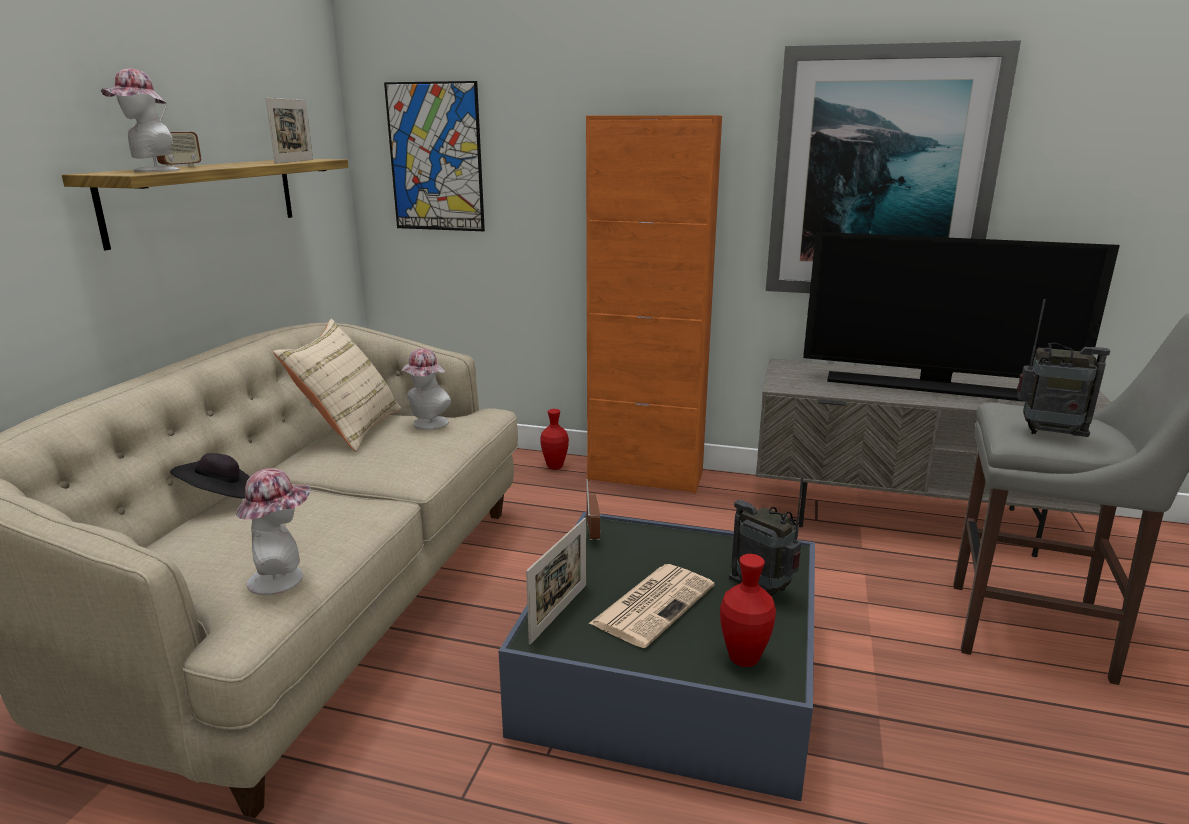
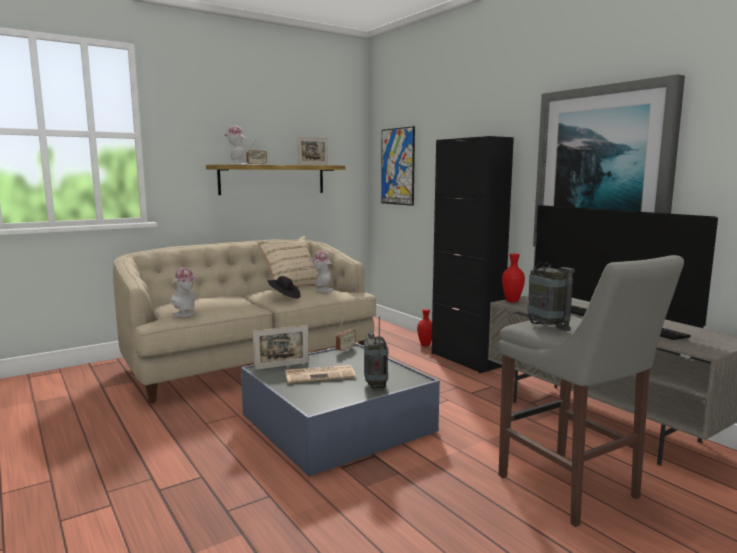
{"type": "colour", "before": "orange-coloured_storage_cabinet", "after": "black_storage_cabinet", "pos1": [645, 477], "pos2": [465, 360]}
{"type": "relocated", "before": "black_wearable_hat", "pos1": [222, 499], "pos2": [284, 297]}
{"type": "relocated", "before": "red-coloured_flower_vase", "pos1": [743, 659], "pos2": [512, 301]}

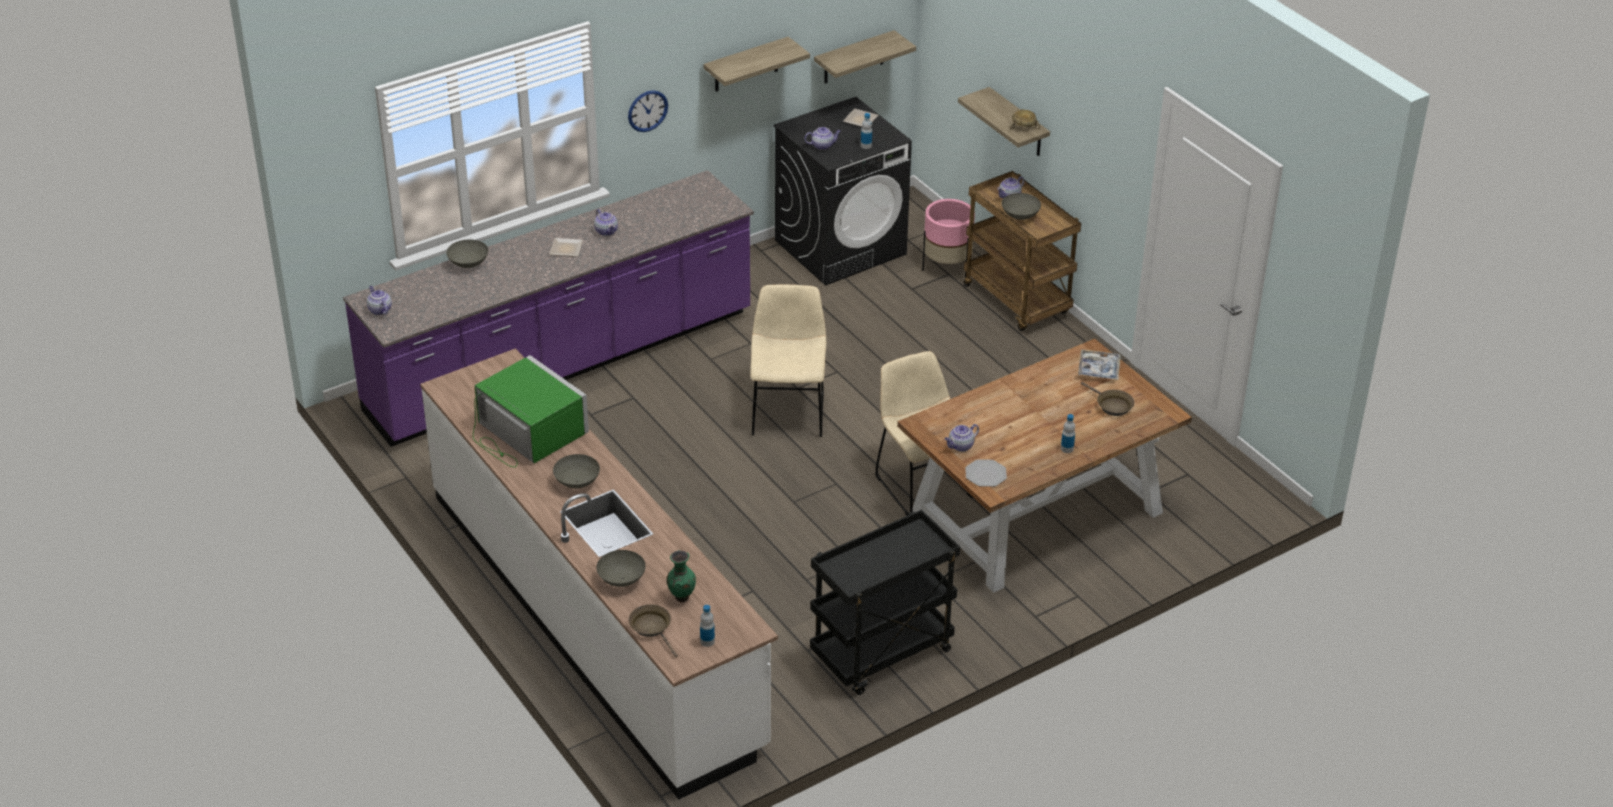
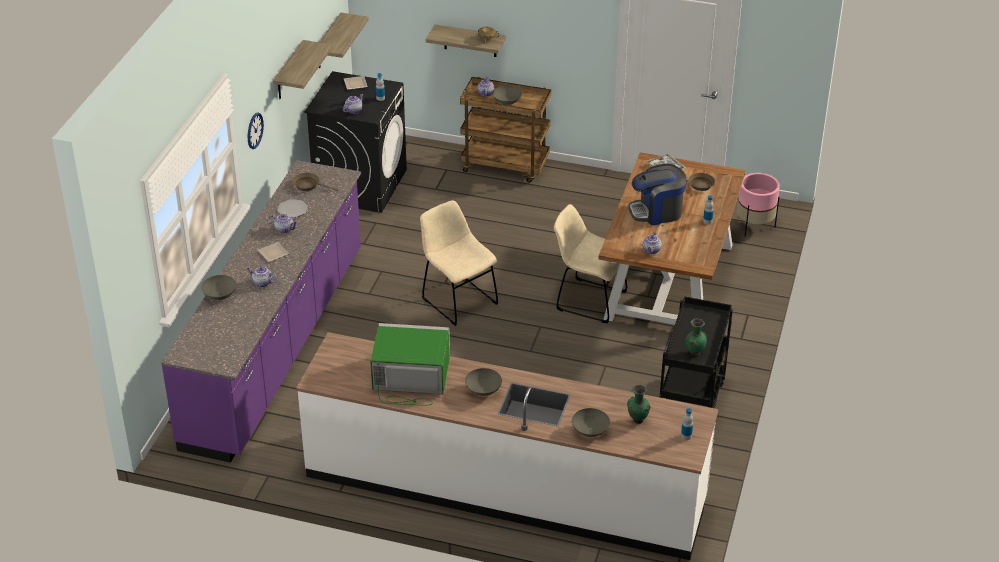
{"type": "relocated", "before": "pink-coloured_flower_pot", "pos1": [946, 267], "pos2": [754, 226]}
{"type": "relocated", "before": "pot_for_tea", "pos1": [379, 310], "pos2": [262, 283]}
{"type": "relocated", "before": "flat_dish", "pos1": [985, 474], "pos2": [292, 209]}
{"type": "relocated", "before": "brownish_frying_pan", "pos1": [652, 628], "pos2": [308, 185]}
{"type": "appeared", "after": "coffee_maker", "pos2": [657, 212]}
{"type": "appeared", "after": "greenish_flower_vase", "pos2": [694, 353]}

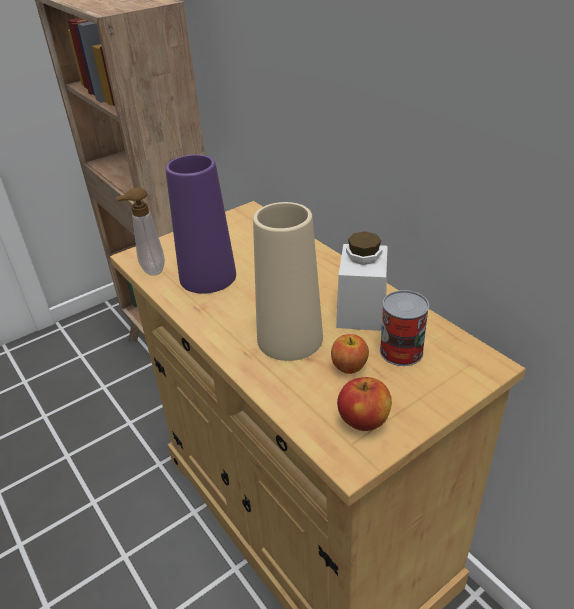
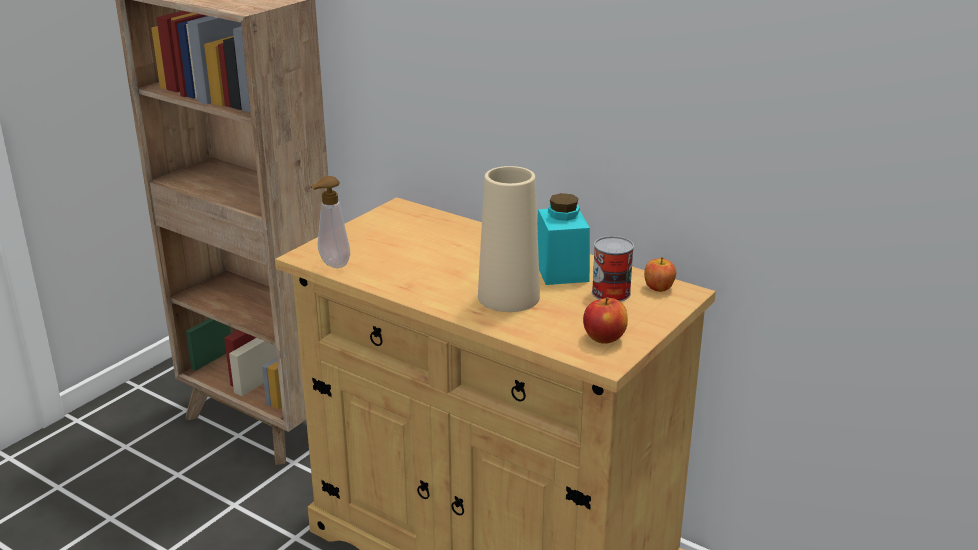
{"type": "missing", "before": "purple_flower_vase", "pos1": [208, 276]}
{"type": "colour", "before": "white-coloured_storage_jar", "after": "turquoise_storage_jar", "pos1": [362, 310], "pos2": [561, 270]}
{"type": "relocated", "before": "apple", "pos1": [349, 366], "pos2": [659, 288]}

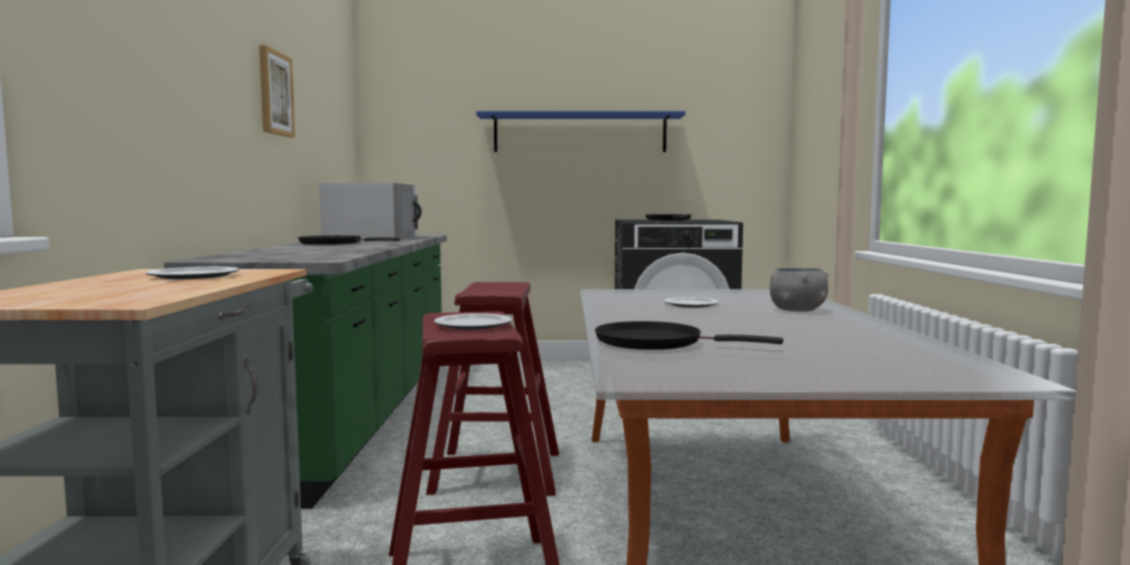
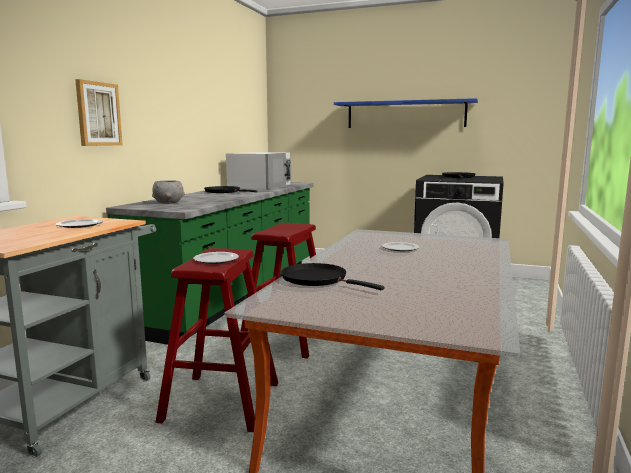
{"type": "relocated", "before": "wall_picture", "pos1": [274, 93], "pos2": [98, 114]}
{"type": "relocated", "before": "grey_serving_bowl", "pos1": [798, 310], "pos2": [168, 203]}

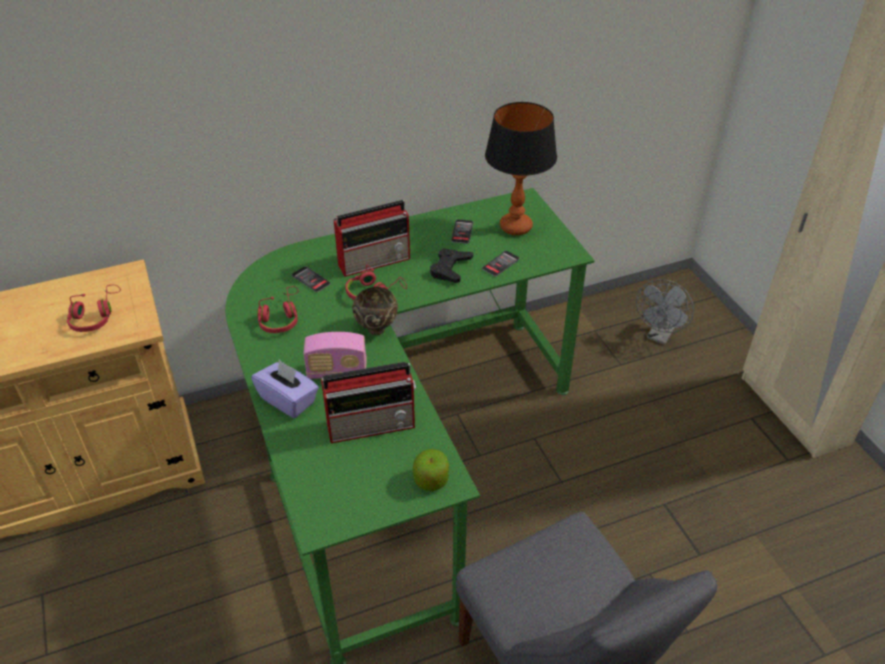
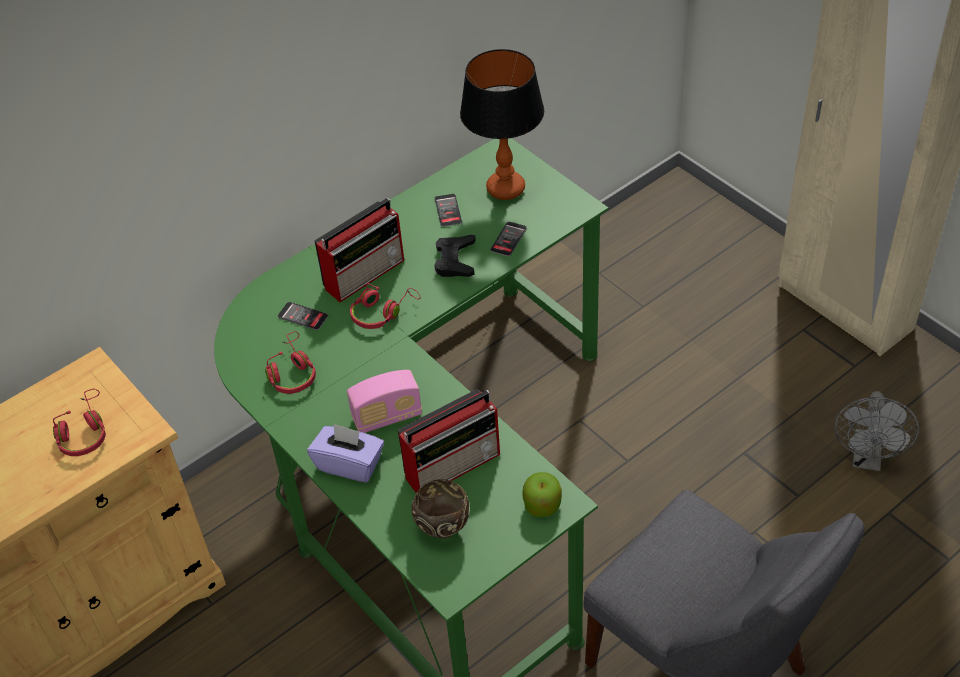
{"type": "relocated", "before": "grey_fan", "pos1": [659, 336], "pos2": [867, 458]}
{"type": "relocated", "before": "brownish_serving_bowl", "pos1": [376, 328], "pos2": [443, 528]}

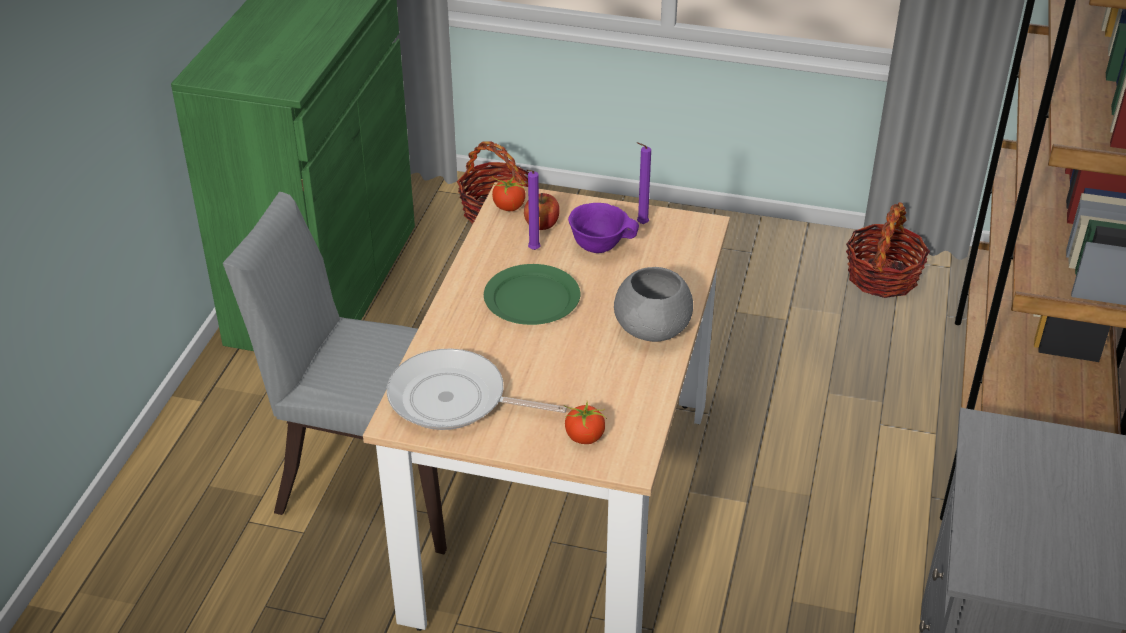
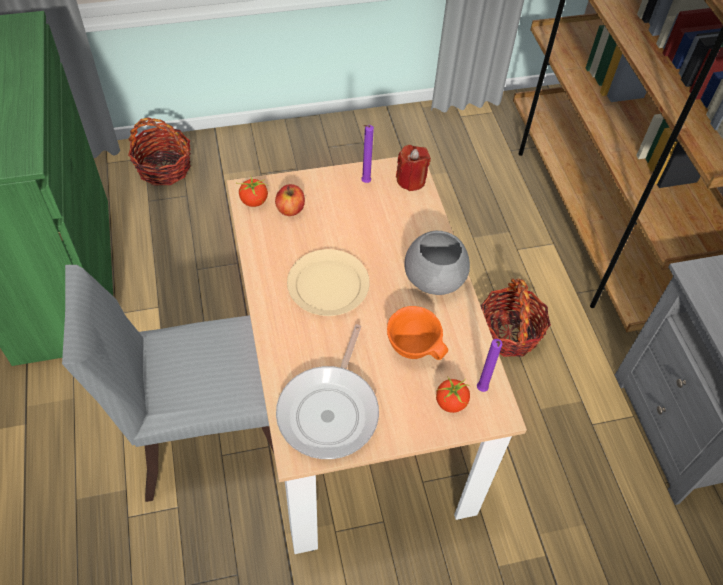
{"type": "relocated", "before": "purple_candle", "pos1": [532, 251], "pos2": [481, 390]}
{"type": "relocated", "before": "household_basket", "pos1": [882, 277], "pos2": [509, 333]}
{"type": "missing", "before": "purple_serving_bowl", "pos1": [599, 246]}
{"type": "colour", "before": "greenish_flat_dish", "after": "sand-coloured_flat_dish", "pos1": [532, 299], "pos2": [328, 285]}
{"type": "spun", "before": "frying_pan", "pos1": [454, 400], "pos2": [330, 410], "turn": -60}
{"type": "appeared", "after": "red-coloured_candle", "pos2": [411, 180]}
{"type": "appeared", "after": "orange-coloured_serving_bowl", "pos2": [414, 346]}

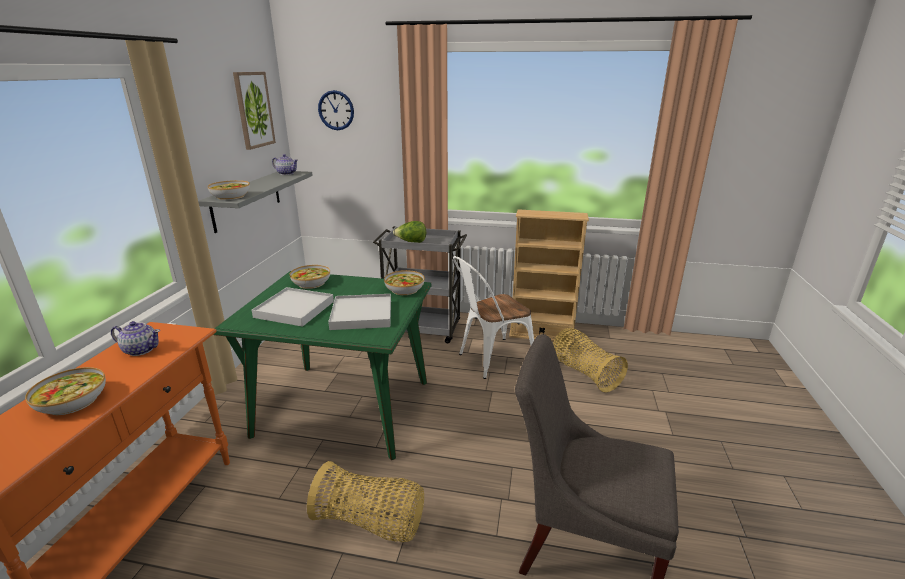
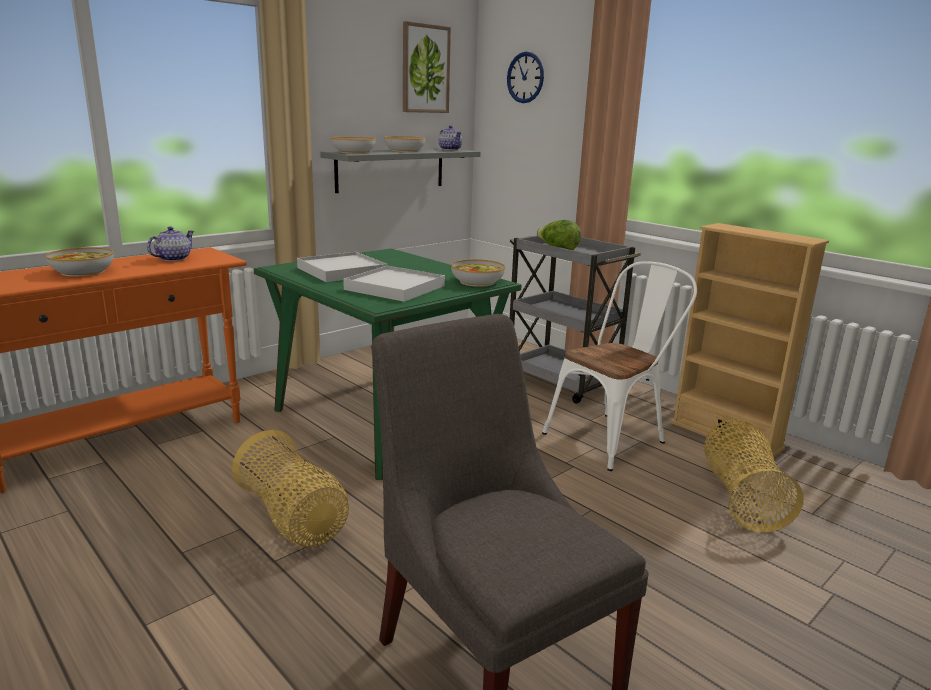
{"type": "spun", "before": "white-coloured_chair", "pos1": [490, 360], "pos2": [612, 436], "turn": 135}
{"type": "relocated", "before": "serving_bowl", "pos1": [311, 283], "pos2": [404, 150]}
{"type": "spun", "before": "pot_for_tea", "pos1": [141, 350], "pos2": [173, 259], "turn": -105}

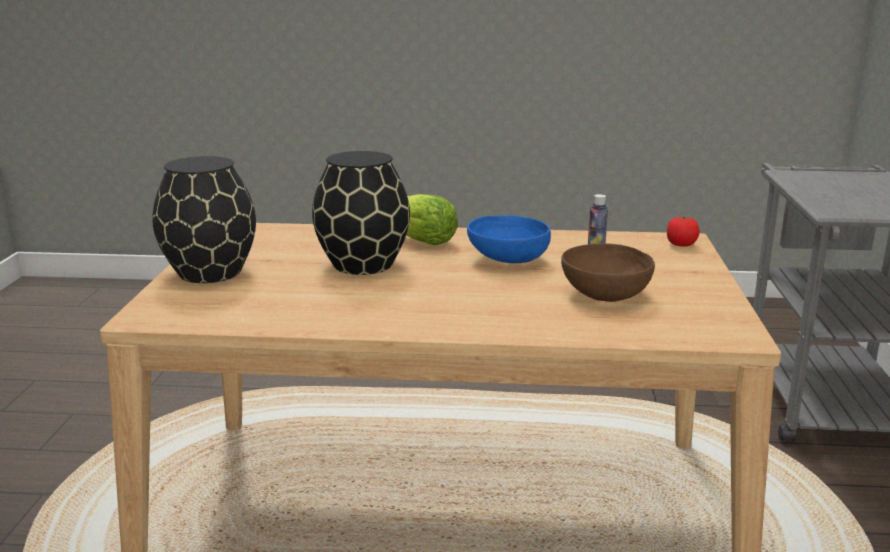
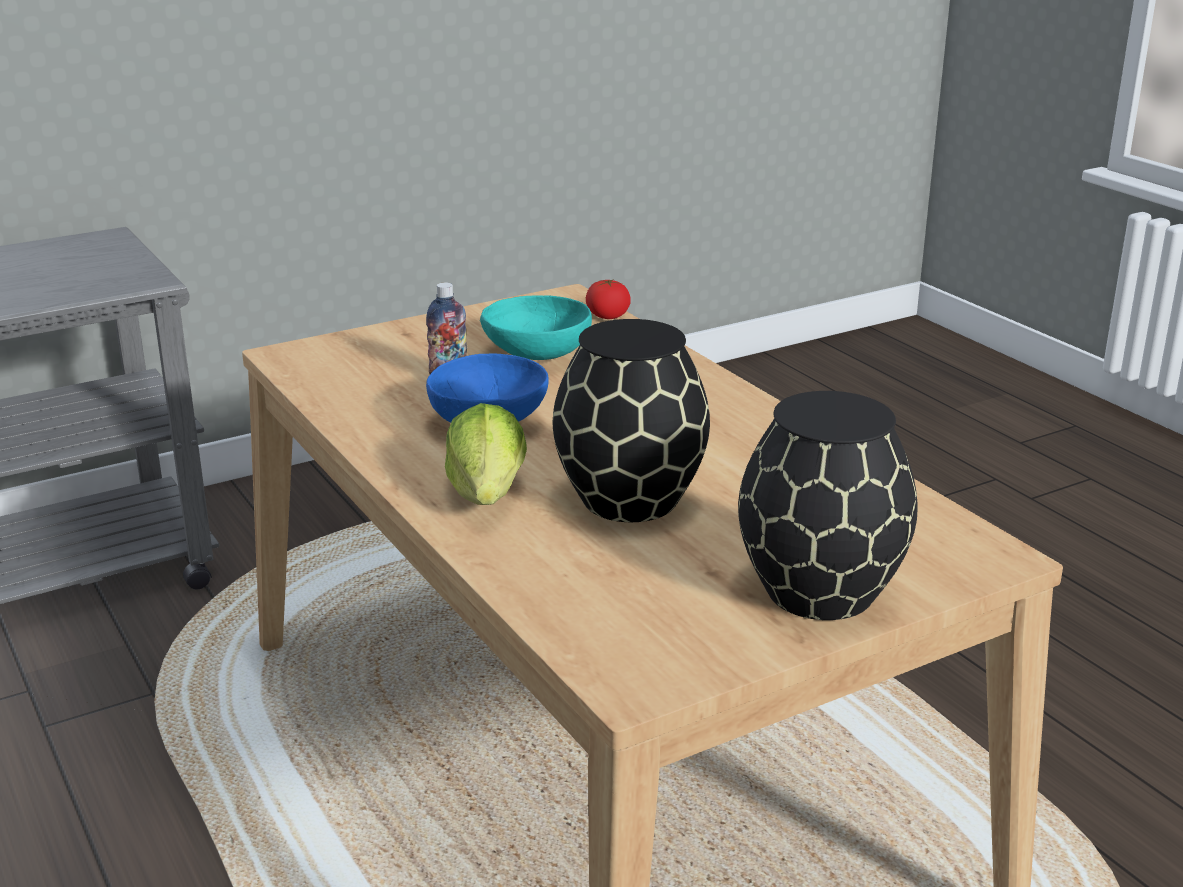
{"type": "relocated", "before": "tomato", "pos1": [681, 244], "pos2": [607, 316]}
{"type": "colour", "before": "brownish_serving_bowl", "after": "turquoise_serving_bowl", "pos1": [604, 294], "pos2": [536, 356]}

